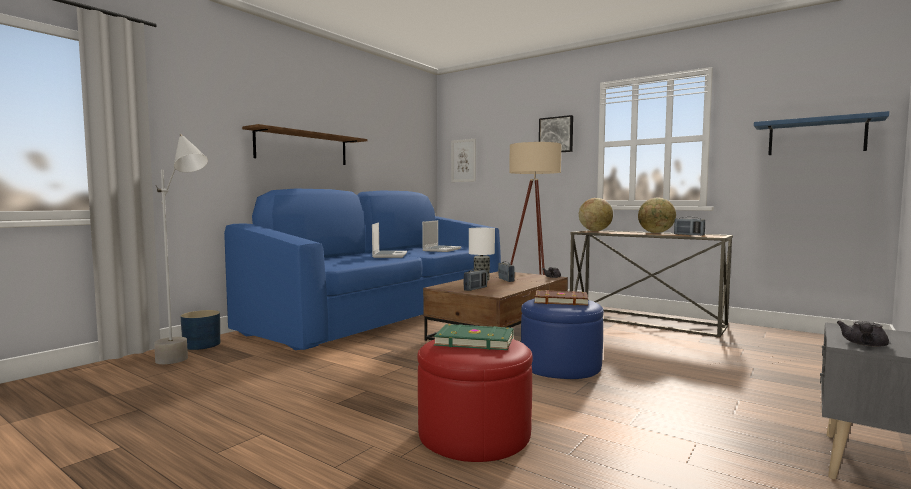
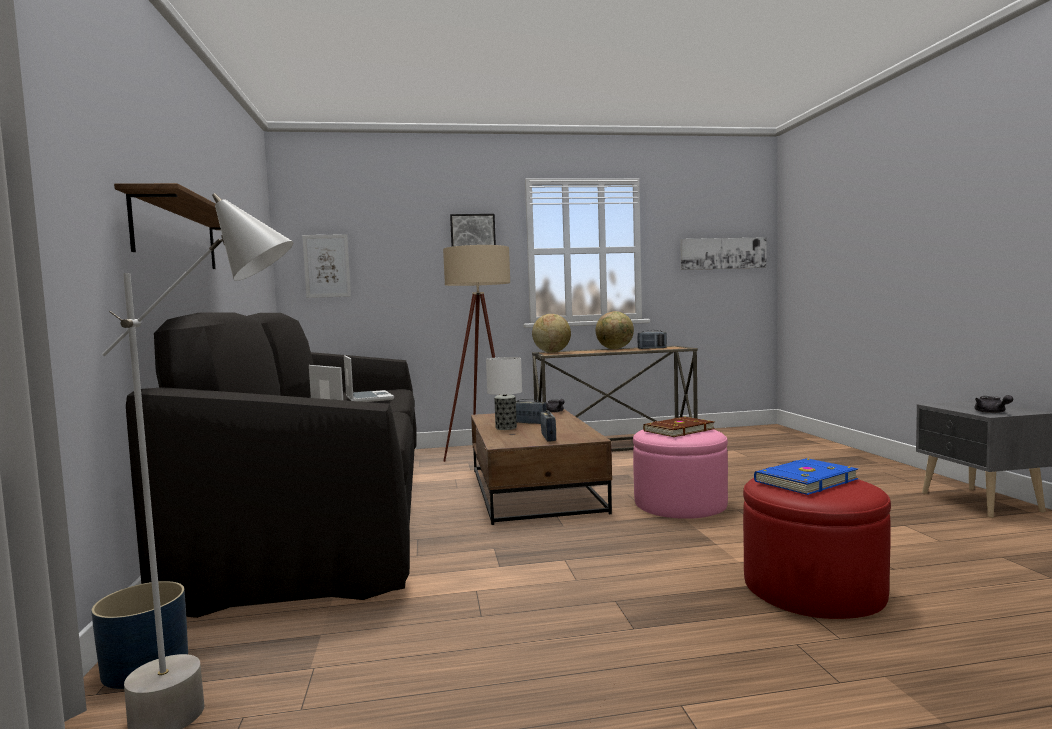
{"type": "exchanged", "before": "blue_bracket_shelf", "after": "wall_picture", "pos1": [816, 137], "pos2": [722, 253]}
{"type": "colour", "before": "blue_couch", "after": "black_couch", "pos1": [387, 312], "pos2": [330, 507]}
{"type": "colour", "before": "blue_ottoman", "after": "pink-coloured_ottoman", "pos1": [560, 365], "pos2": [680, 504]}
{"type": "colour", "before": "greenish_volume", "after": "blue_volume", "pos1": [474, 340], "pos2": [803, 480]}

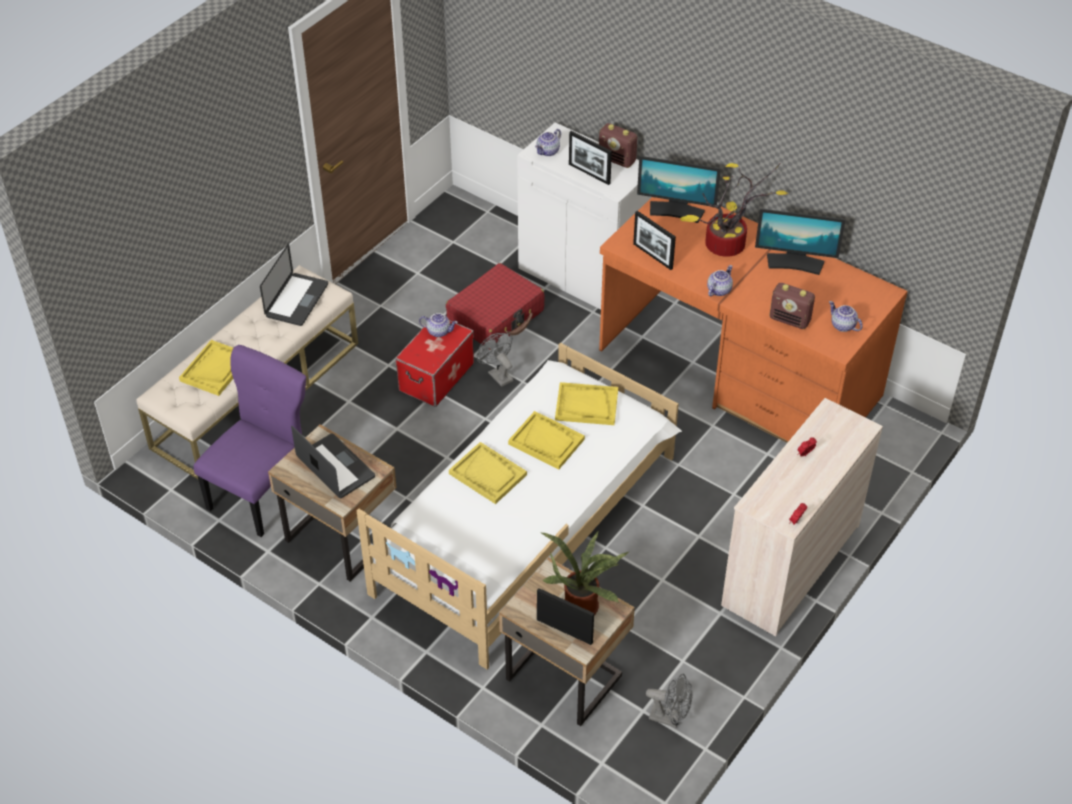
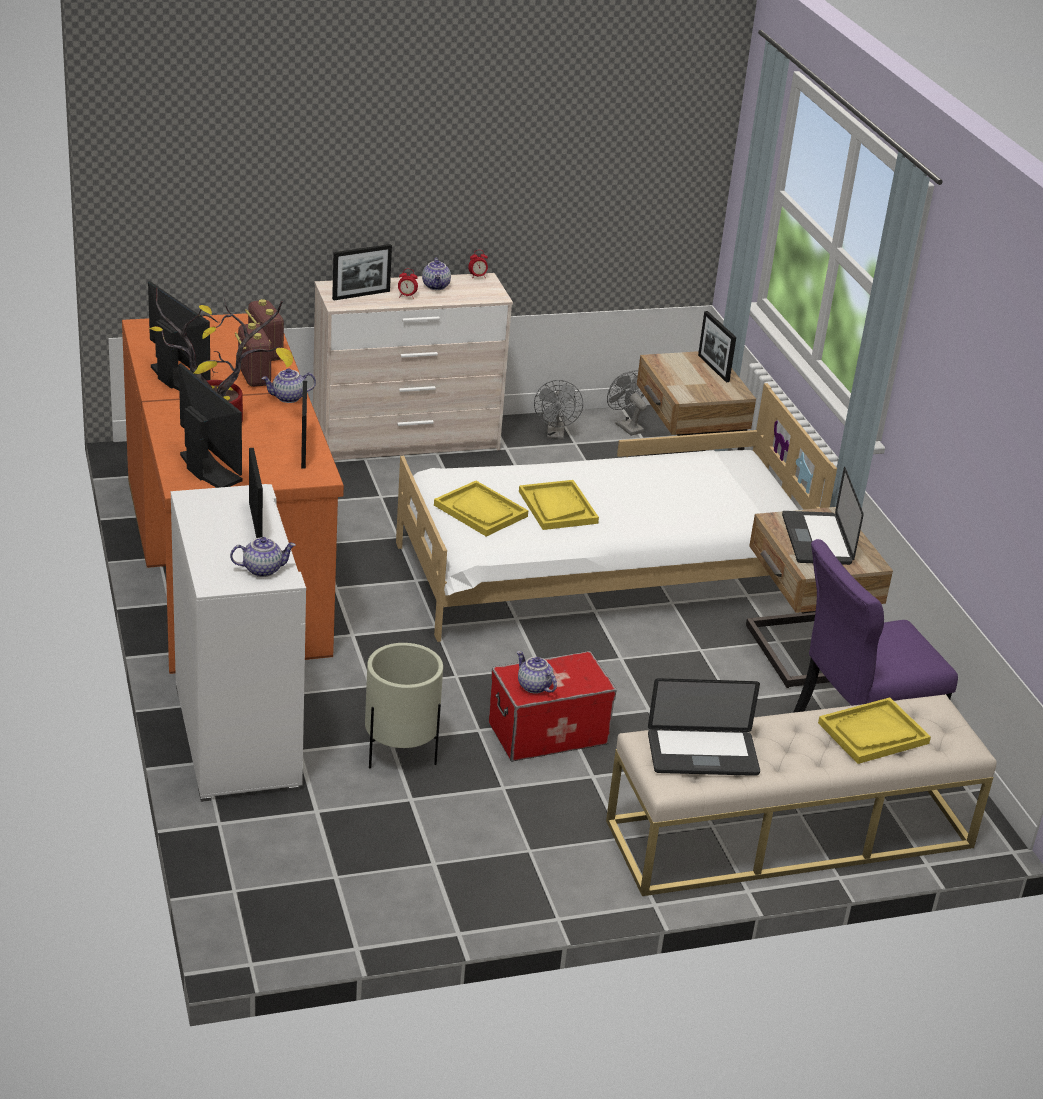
{"type": "relocated", "before": "radio", "pos1": [617, 160], "pos2": [254, 376]}
{"type": "spun", "before": "notebook_computer", "pos1": [297, 300], "pos2": [702, 754], "turn": -150}
{"type": "exchanged", "before": "red-coloured_suitcase", "after": "sand-coloured_flower_pot", "pos1": [496, 316], "pos2": [400, 754]}
{"type": "relocated", "before": "pot_for_tea", "pos1": [842, 326], "pos2": [436, 286]}
{"type": "relocated", "before": "grey_fan", "pos1": [497, 374], "pos2": [555, 434]}
{"type": "missing", "before": "yellow_tray", "pos1": [488, 474]}
{"type": "missing", "before": "houseplant", "pos1": [583, 604]}
{"type": "appeared", "after": "photo_frame", "pos2": [361, 295]}

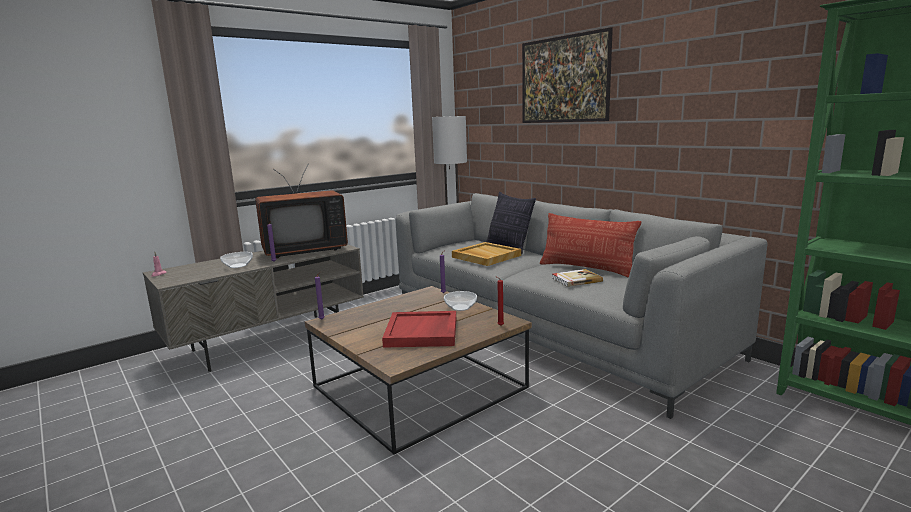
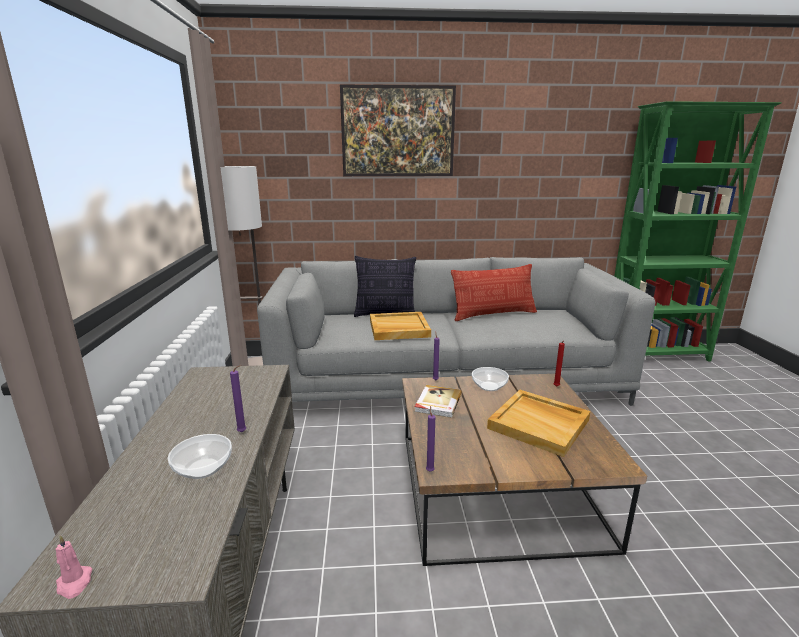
{"type": "missing", "before": "TV_set", "pos1": [303, 250]}
{"type": "relocated", "before": "volume", "pos1": [576, 279], "pos2": [437, 403]}
{"type": "colour", "before": "red-coloured_tray", "after": "sand-coloured_tray", "pos1": [422, 332], "pos2": [539, 424]}

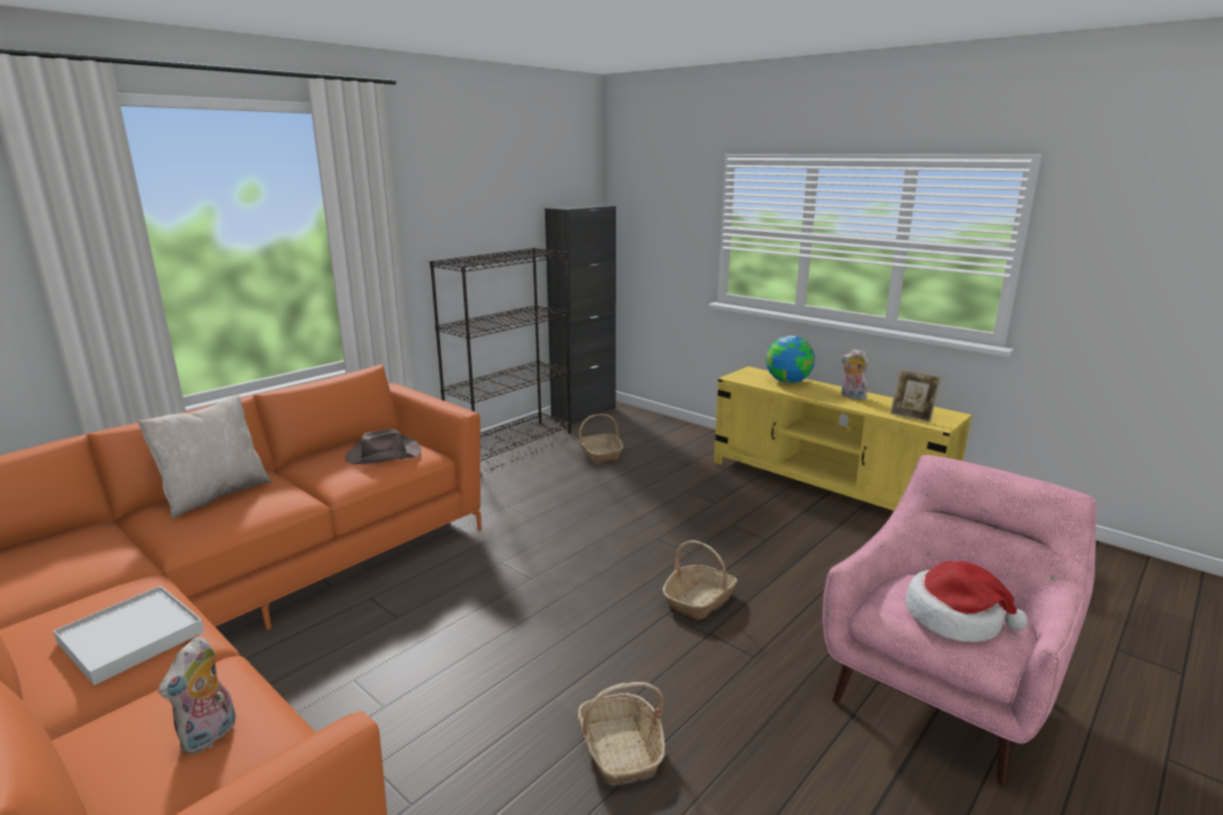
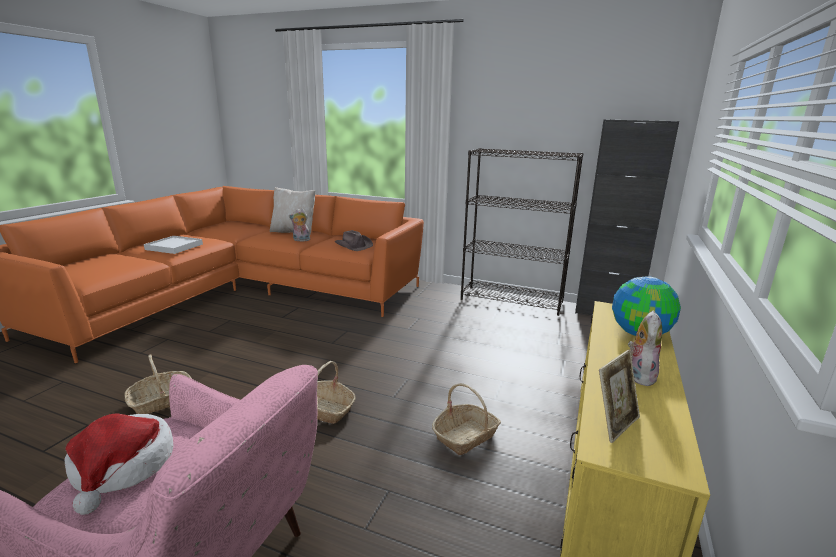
{"type": "spun", "before": "photo_frame", "pos1": [912, 416], "pos2": [614, 424], "turn": -150}
{"type": "relocated", "before": "household_basket", "pos1": [600, 454], "pos2": [465, 436]}
{"type": "relocated", "before": "plush_toy", "pos1": [210, 736], "pos2": [301, 240]}

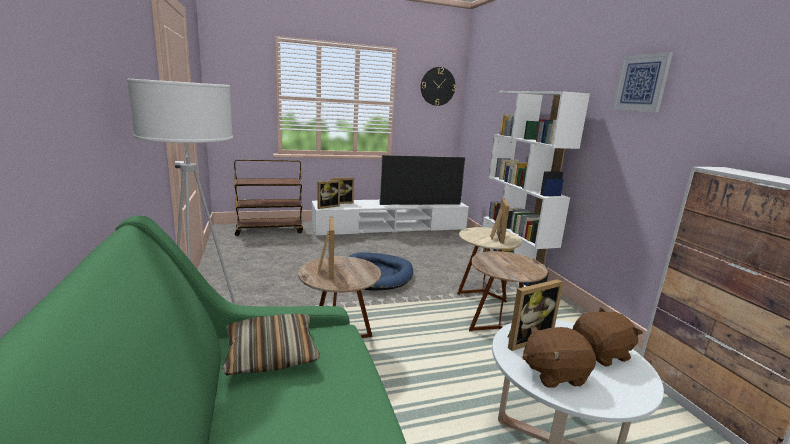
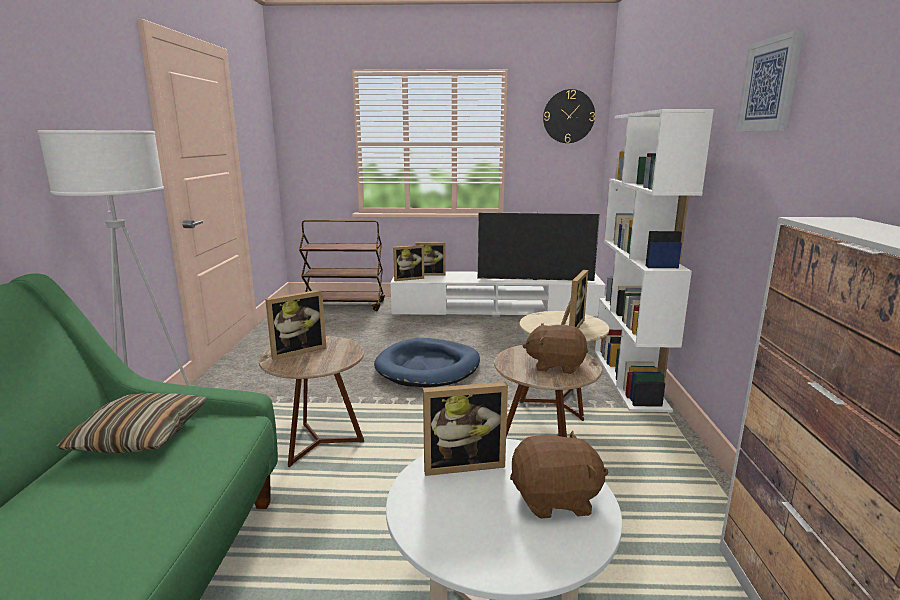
{"type": "spun", "before": "photo_frame", "pos1": [325, 270], "pos2": [297, 351], "turn": 45}
{"type": "relocated", "before": "brownish_plush_toy", "pos1": [553, 373], "pos2": [555, 365]}

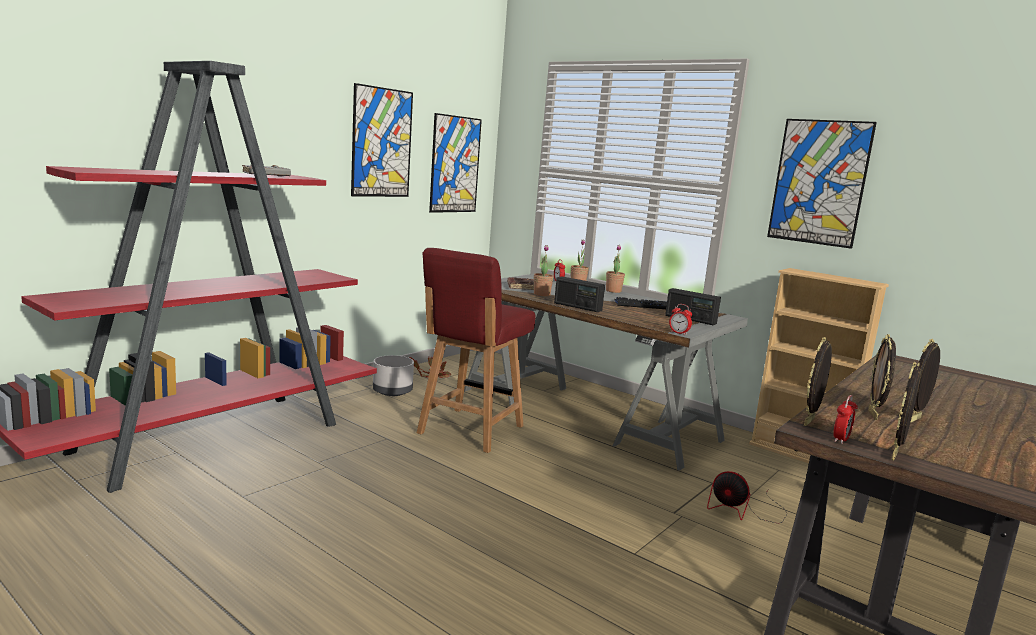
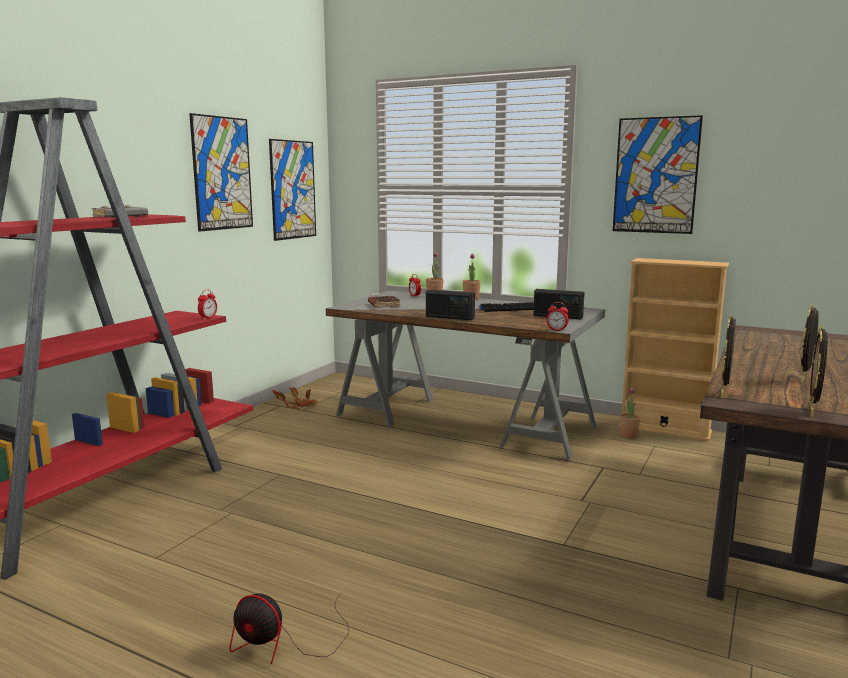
{"type": "relocated", "before": "houseplant", "pos1": [541, 294], "pos2": [628, 435]}
{"type": "missing", "before": "red-coloured_chair", "pos1": [469, 430]}
{"type": "missing", "before": "photo_frame", "pos1": [873, 415]}
{"type": "missing", "before": "grey_flower_pot", "pos1": [393, 391]}
{"type": "relocated", "before": "bedside_clock", "pos1": [841, 439], "pos2": [208, 318]}
{"type": "relocated", "before": "fan", "pos1": [743, 510], "pos2": [286, 642]}

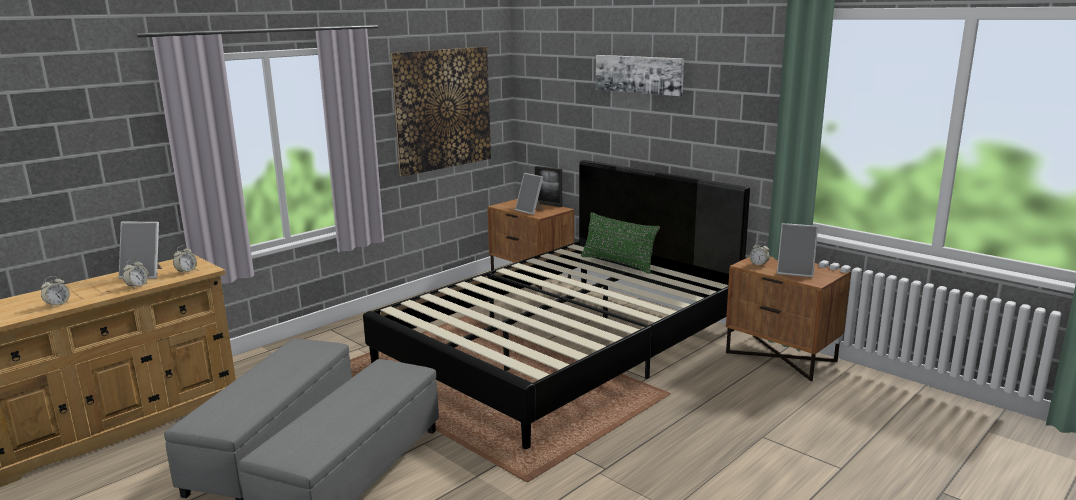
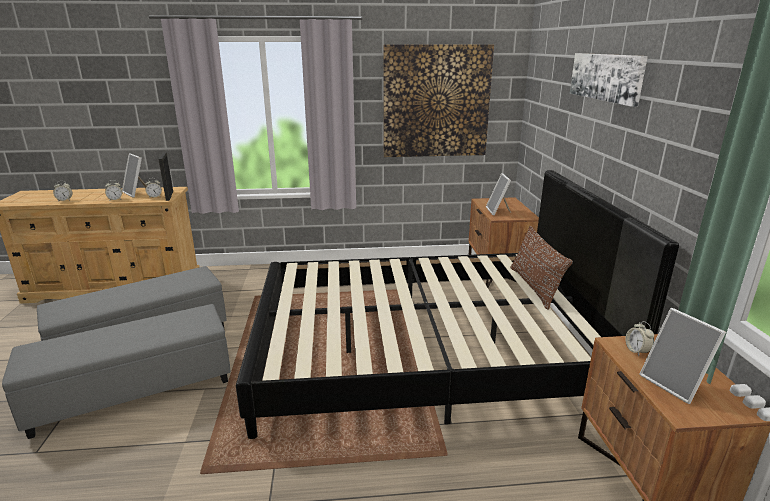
{"type": "relocated", "before": "photo_frame", "pos1": [548, 205], "pos2": [169, 196]}
{"type": "colour", "before": "greenish_cushion", "after": "brownish_cushion", "pos1": [618, 263], "pos2": [534, 287]}

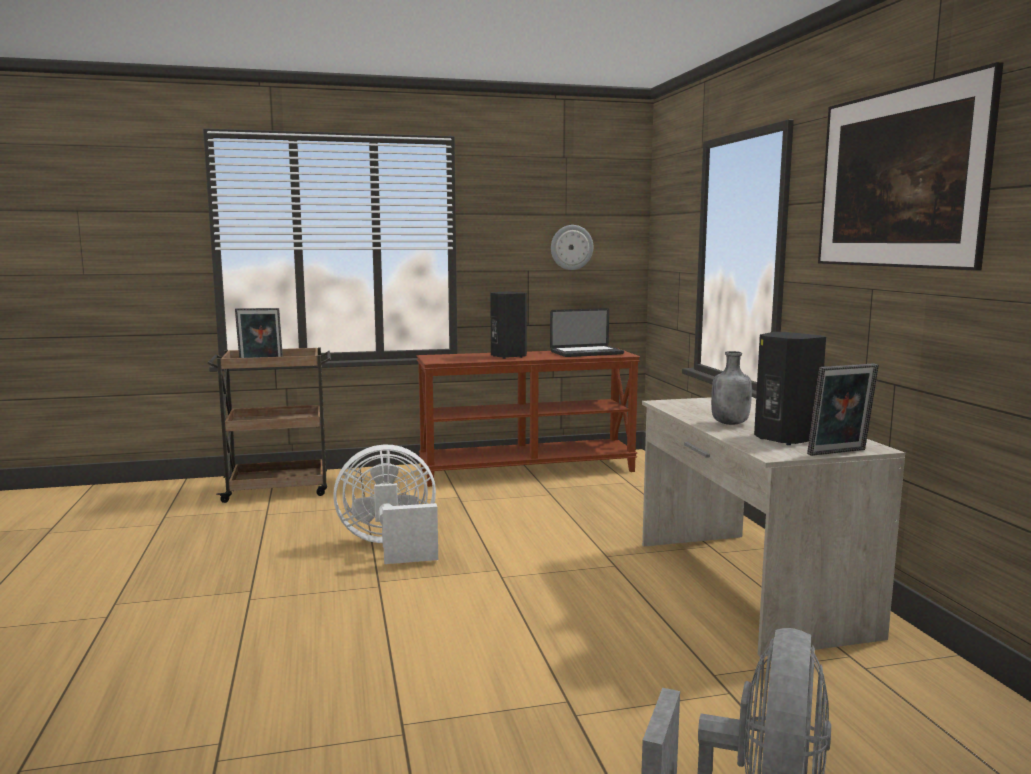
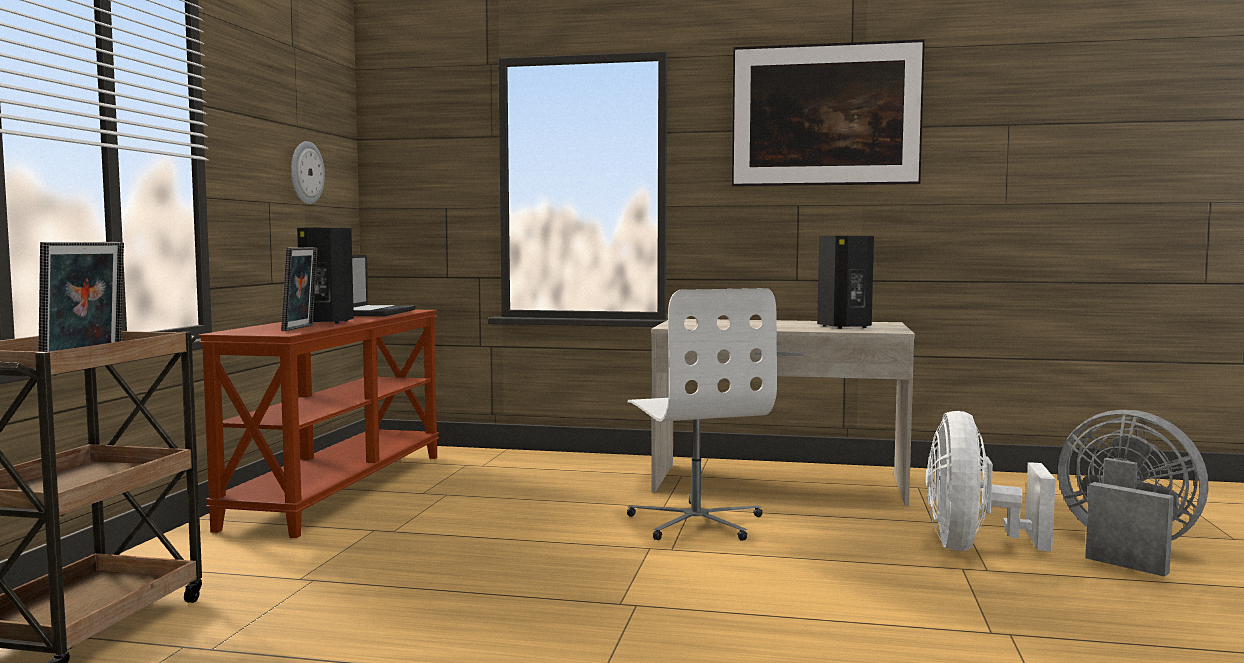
{"type": "missing", "before": "grey_bottle", "pos1": [730, 423]}
{"type": "relocated", "before": "photo_frame", "pos1": [839, 453], "pos2": [301, 328]}
{"type": "relocated", "before": "white-coloured_fan", "pos1": [391, 546], "pos2": [973, 547]}
{"type": "appeared", "after": "white-coloured_desk_chair", "pos2": [696, 522]}

